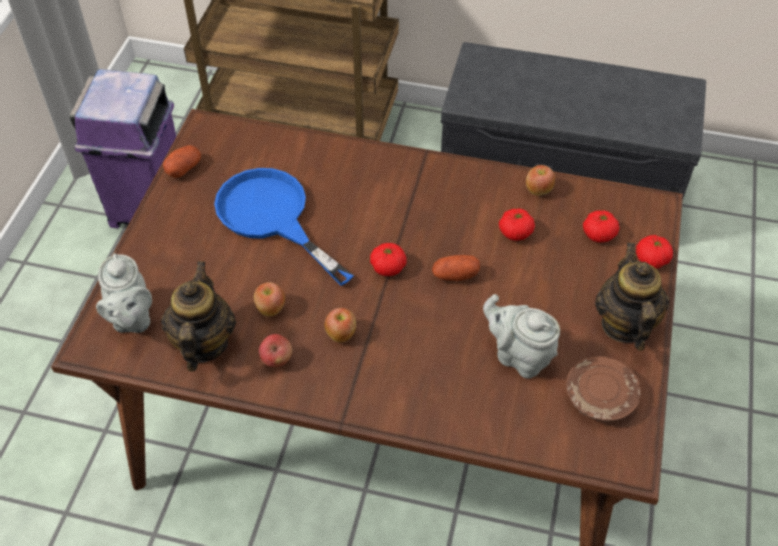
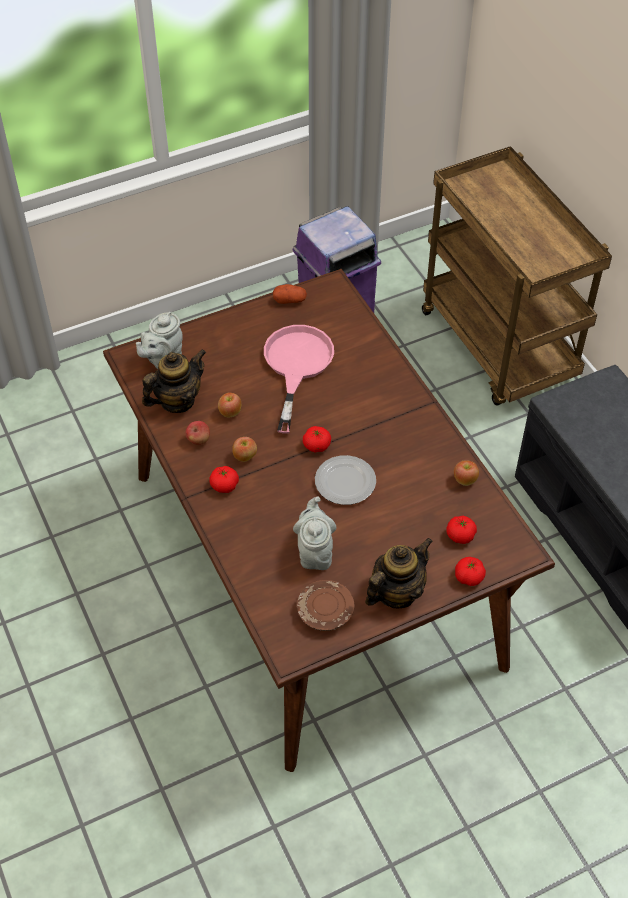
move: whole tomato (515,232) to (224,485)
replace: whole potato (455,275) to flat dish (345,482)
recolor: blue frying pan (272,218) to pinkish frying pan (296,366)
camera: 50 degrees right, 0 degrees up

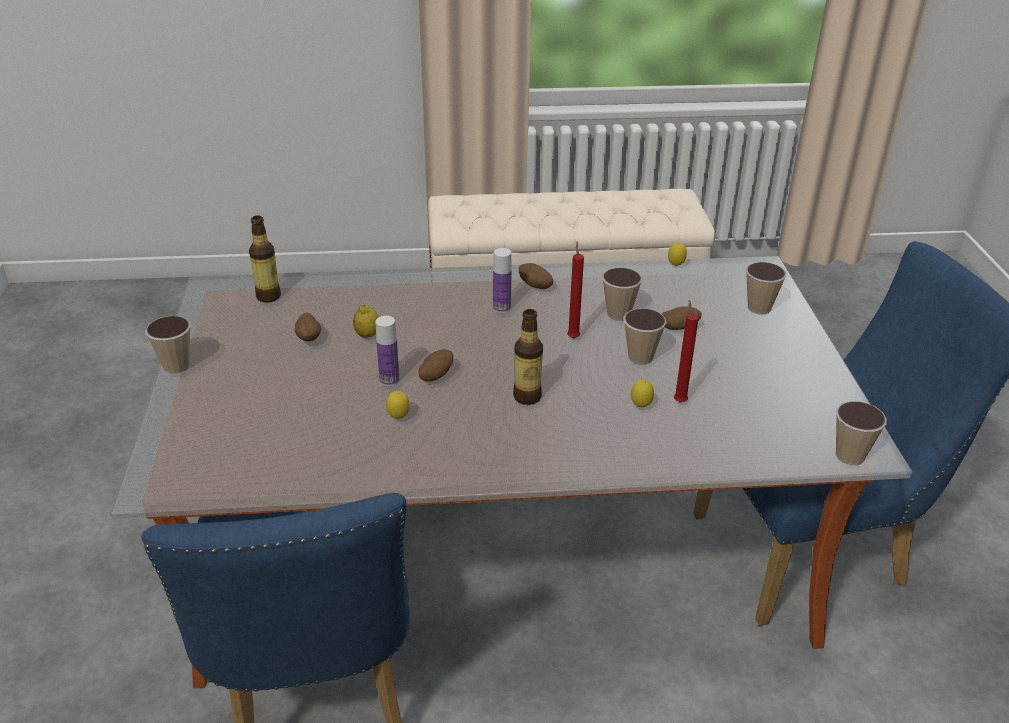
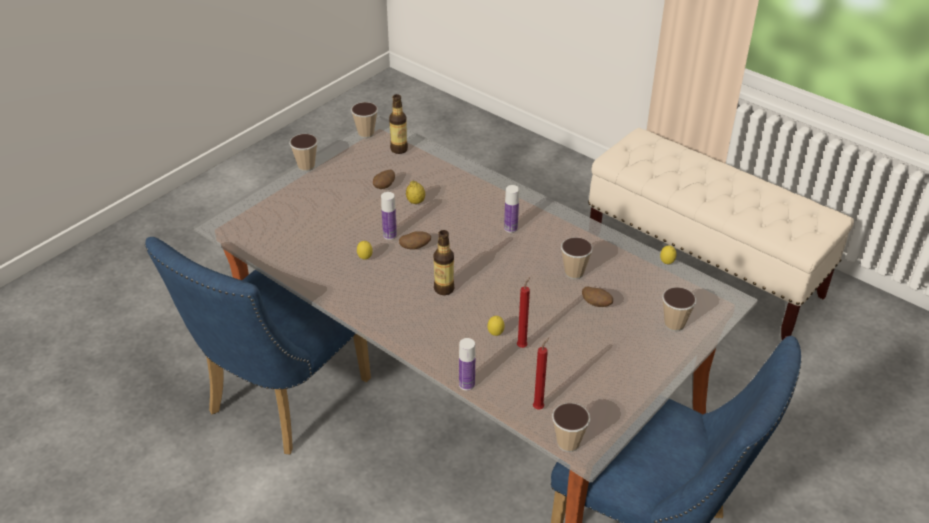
delete: whole potato (535,286)
insert: drink bottle (466,384)
move: cup (640,357) to (366,133); red-coloured wax candle (573,337) to (539,407)
camera: 45 degrees right, 5 degrees up

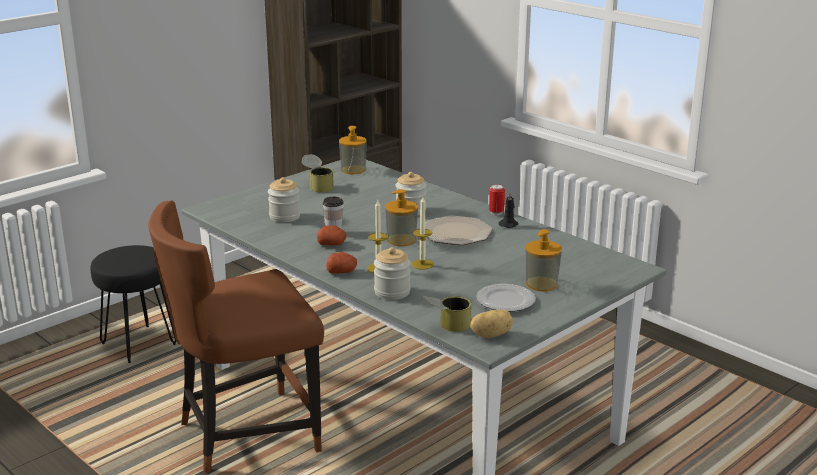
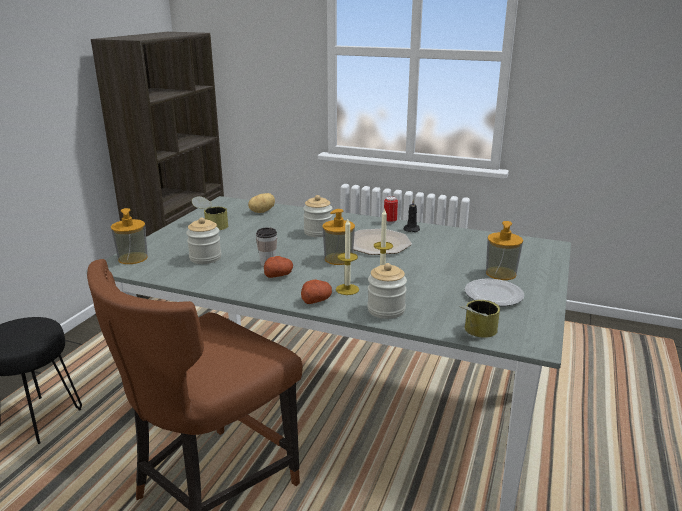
move: soap bottle (353,170) to (133,258); whole potato (491,335) to (261,211)
camera: 25 degrees left, 0 degrees up

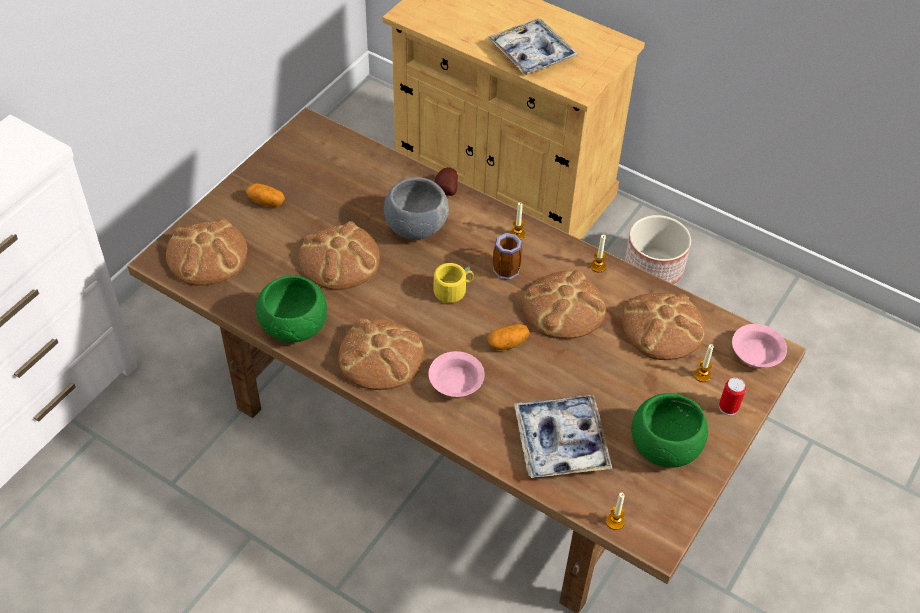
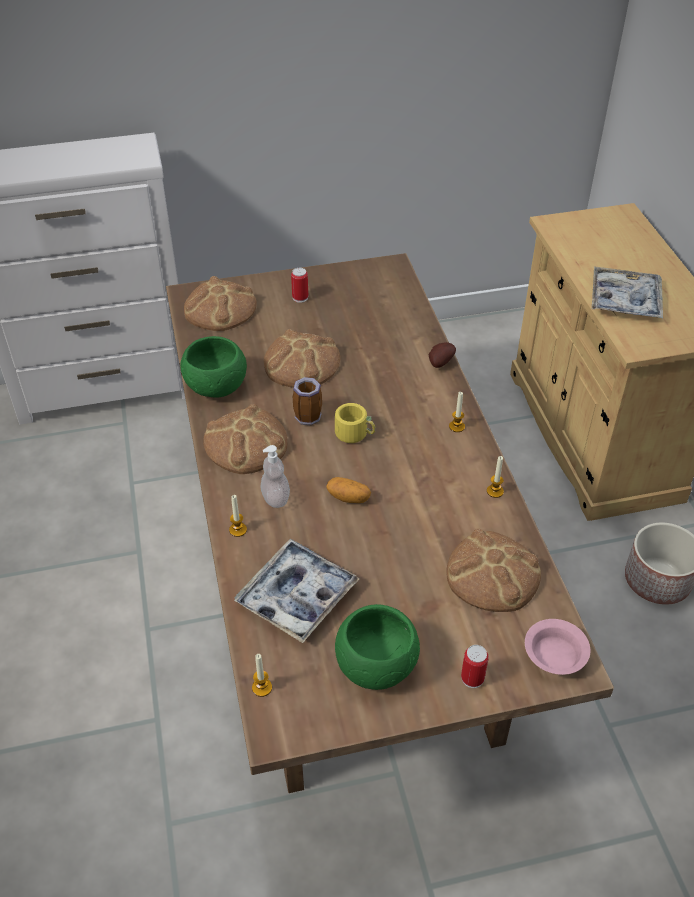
delete: grey serving bowl (416,226); baked bread (563,308)
move: wax candle (702,375) to (238,530); coffee mug (504,268) to (308,414)
replace: pinkish serving bowl (457,382) to soap bottle (275,498); whole potato (266,202) to metal can (300,297)
camera: 45 degrees right, 5 degrees down

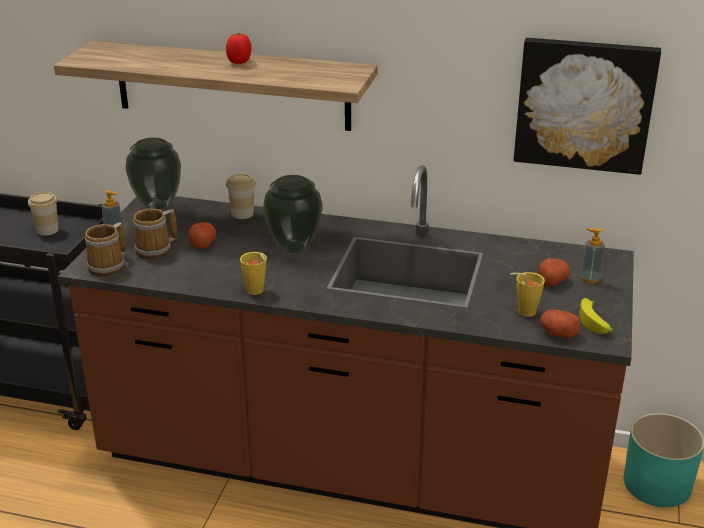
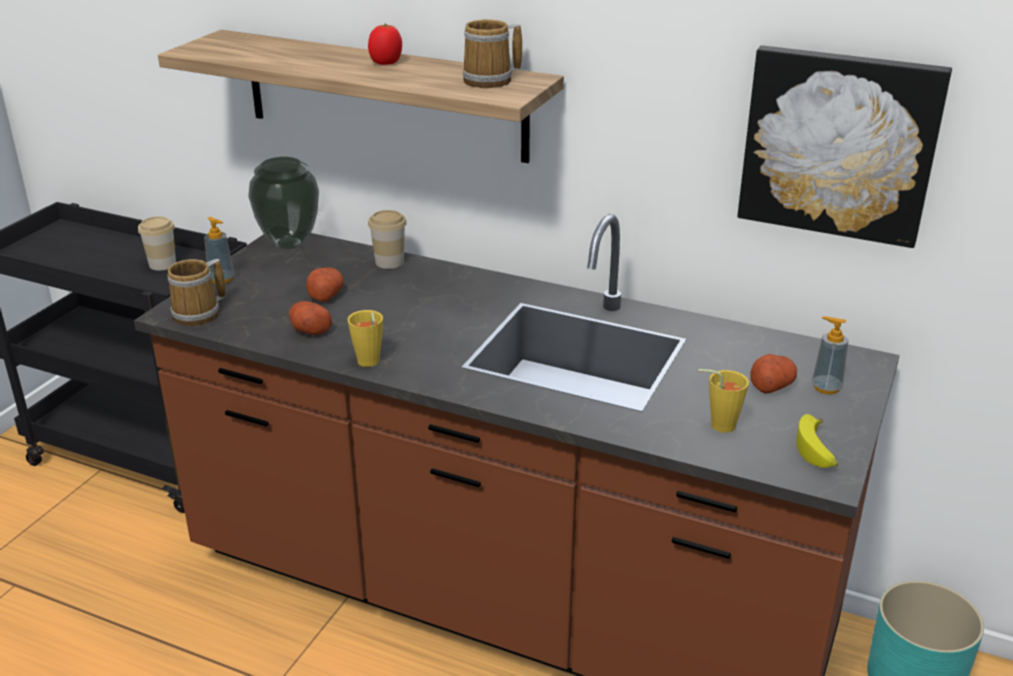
delete: vase (295,248)
move: whole potato (557,333) to (309,329); coffee mug (156,250) to (491,80)
camera: 10 degrees right, 0 degrees up

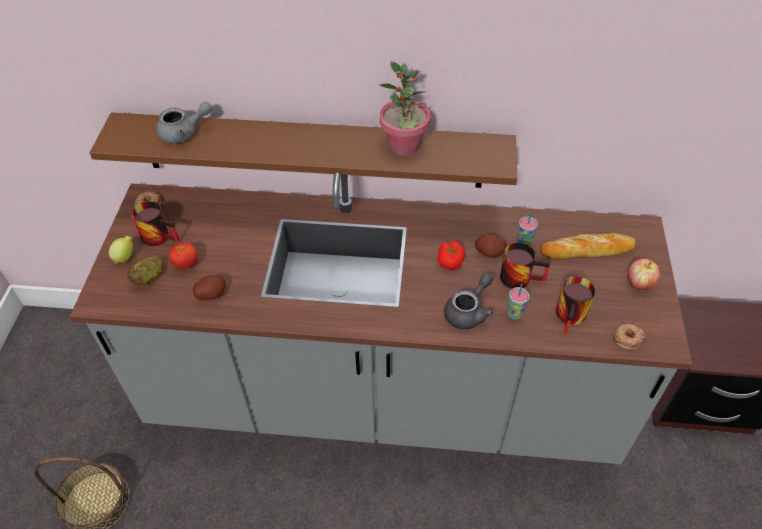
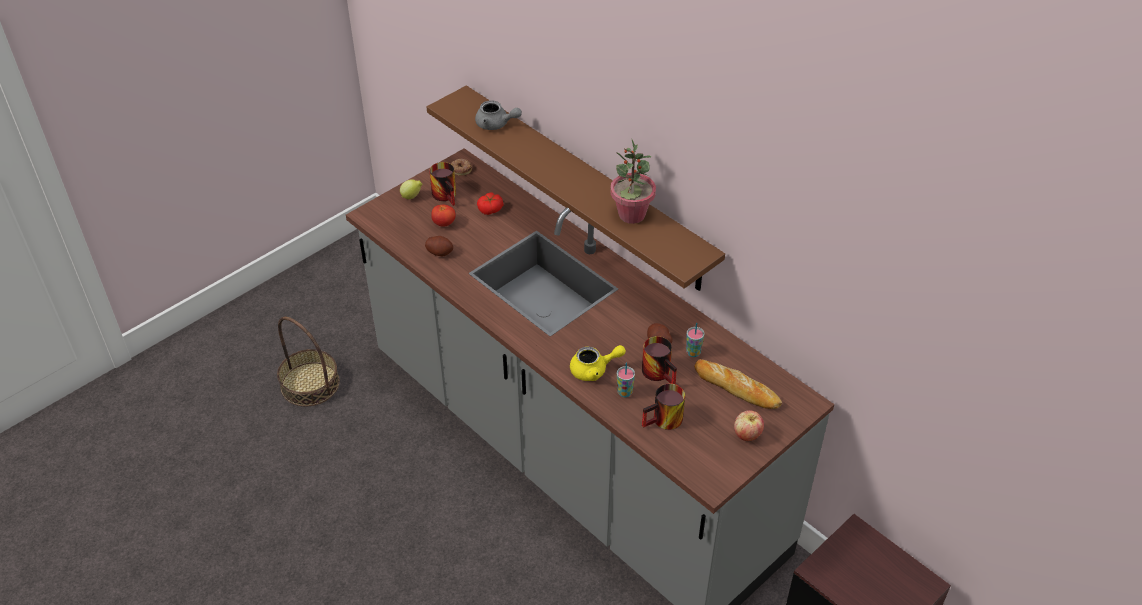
delete: whole potato (149,277); doughnut (628,338)
move: whole tomato (450,260) to (490,209)
recolor: grey tea pot (468,311) to yellow-coloured tea pot (594,370)
camera: 40 degrees right, 5 degrees down

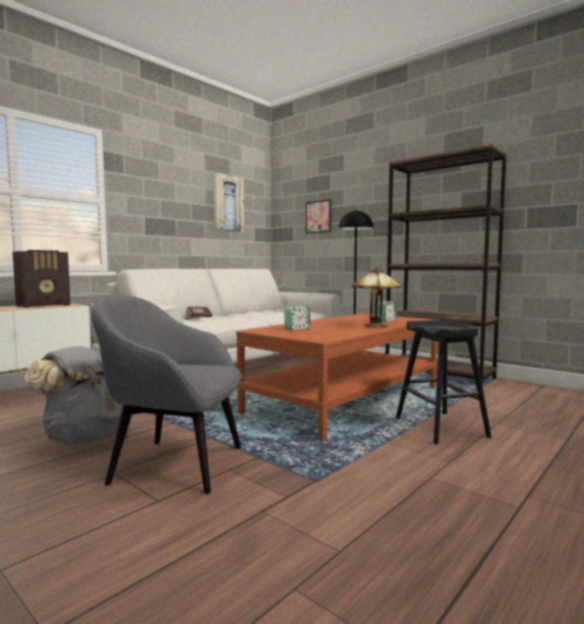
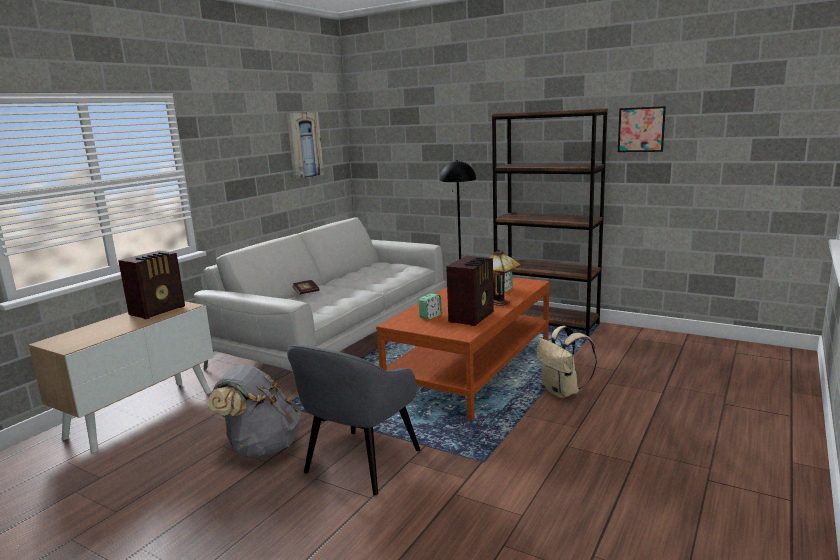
insert: radio (472,317)
move: wall picture (318,216) to (641,129)
replace: blackish stool seat (440,427) to beige rucksack (563,392)
rotate: grey easy chair (175,464) = (361,462) 60 degrees counterclockwise
camera: 10 degrees left, 10 degrees up

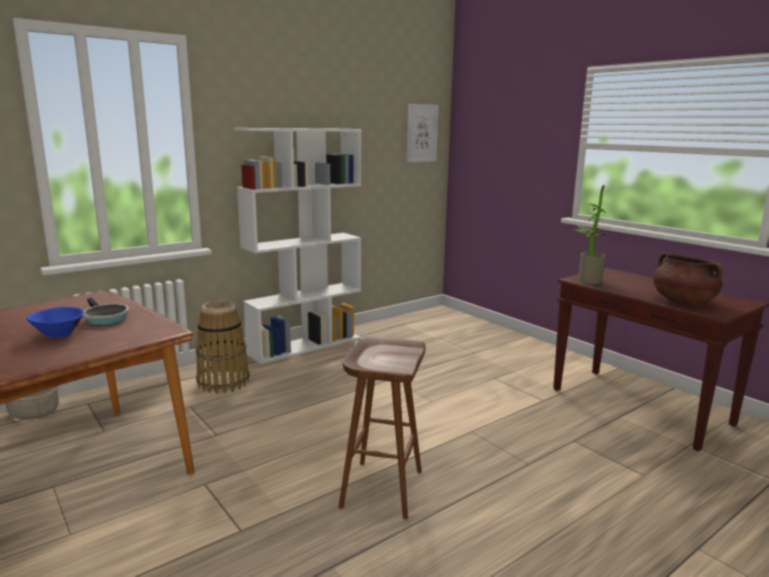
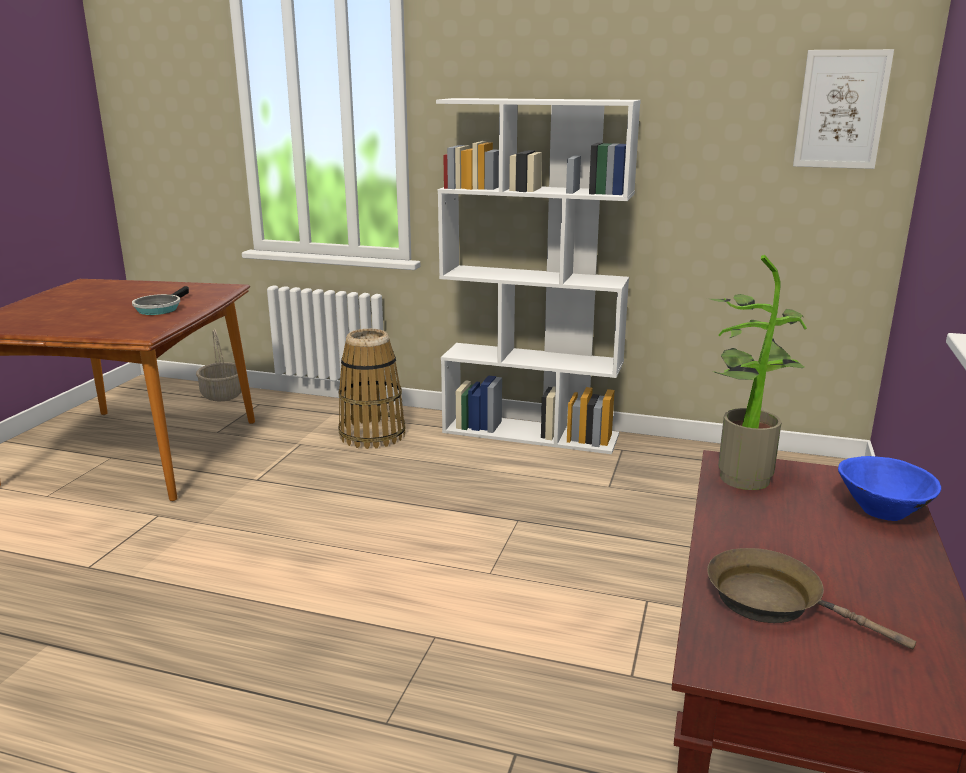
delete: brown stool seat (381,488)
move: blue serving bowl (58,334) to (881,511)
replace: brown saucepot (683,301) to brown frying pan (773,601)
camera: 55 degrees right, 5 degrees up

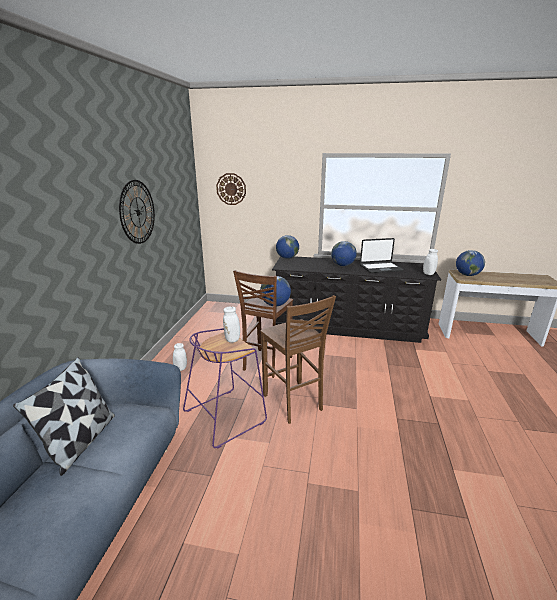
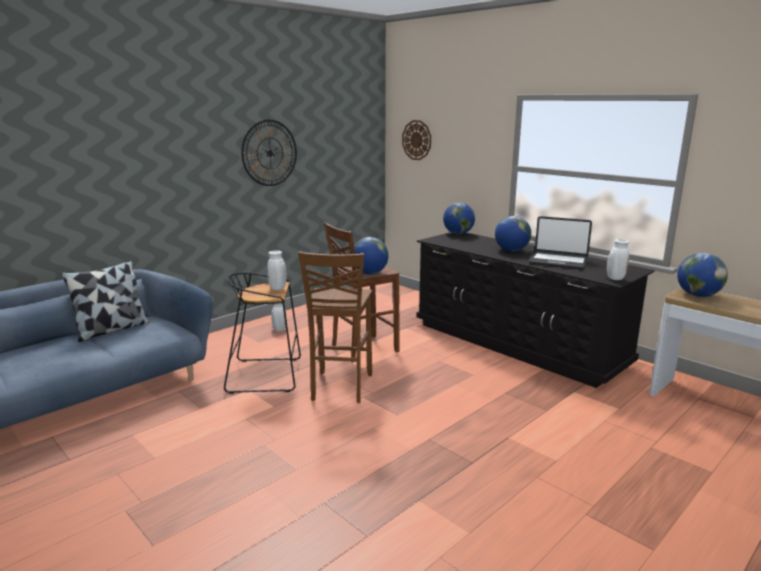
recolor: purplish stool seat (225,415) to blackish stool seat (266,375)
camera: 35 degrees right, 5 degrees down

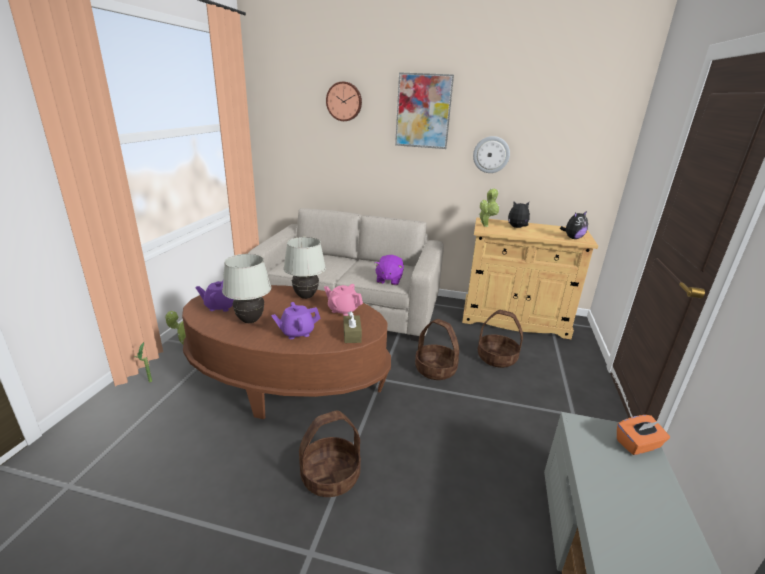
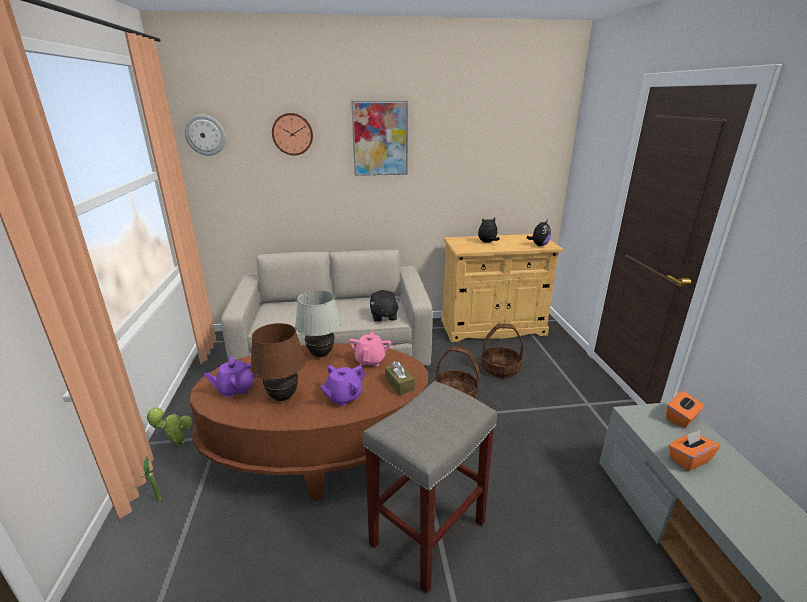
delete: plant in a pot (486,225)
insert: orangey tissue box (688,459)
move: clock on the wall (491,154) to (205,135)
replace: storage basket (330,476) to grey stool seat (427,534)
recolor: white table lamp (250,321) to brown table lamp (282,397); purplish cuddly toy (388,280) to blackish cuddly toy (383,316)
rotate: pinkish tea pot (343,310) = (370,360) 90 degrees clockwise
camera: 20 degrees left, 0 degrees up

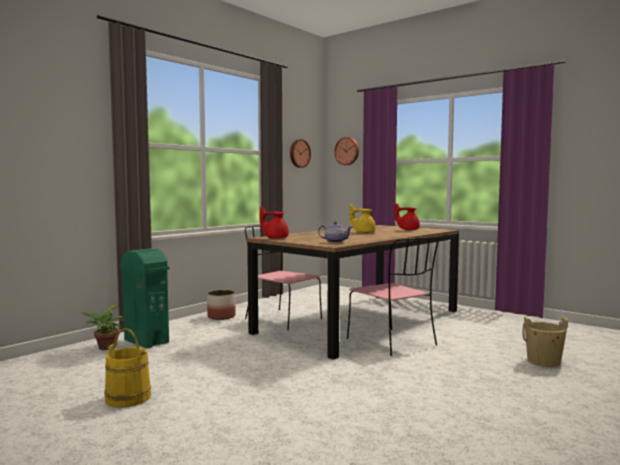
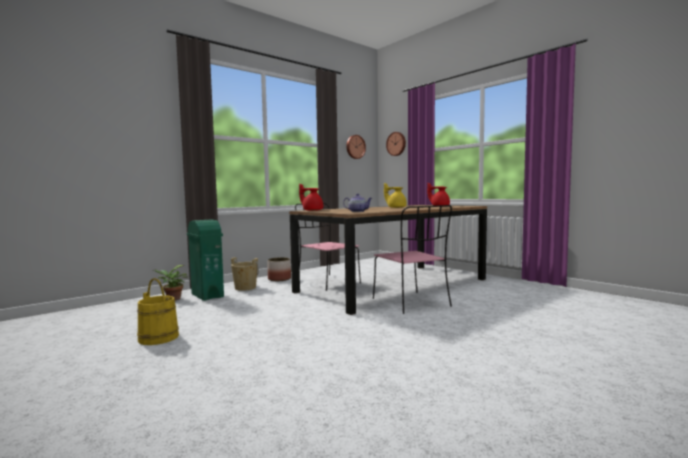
move: beige pail (543,361) to (245,288)
camera: 10 degrees right, 0 degrees up

